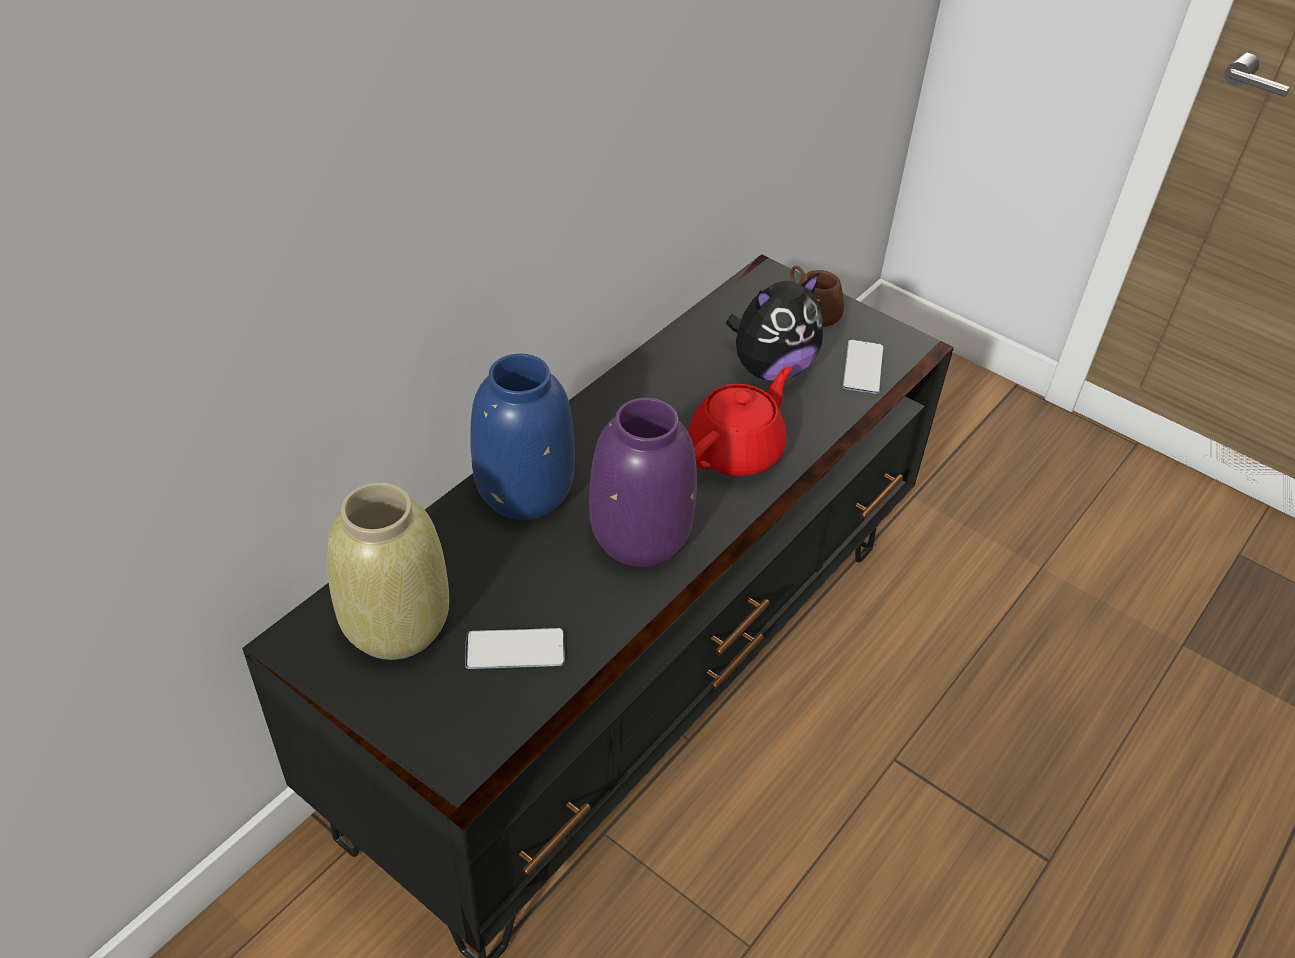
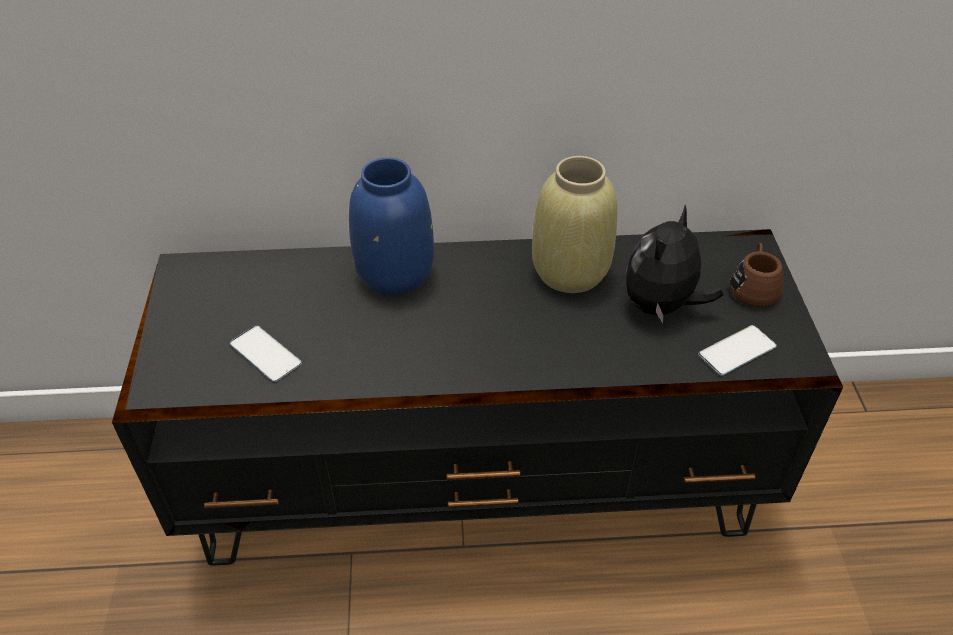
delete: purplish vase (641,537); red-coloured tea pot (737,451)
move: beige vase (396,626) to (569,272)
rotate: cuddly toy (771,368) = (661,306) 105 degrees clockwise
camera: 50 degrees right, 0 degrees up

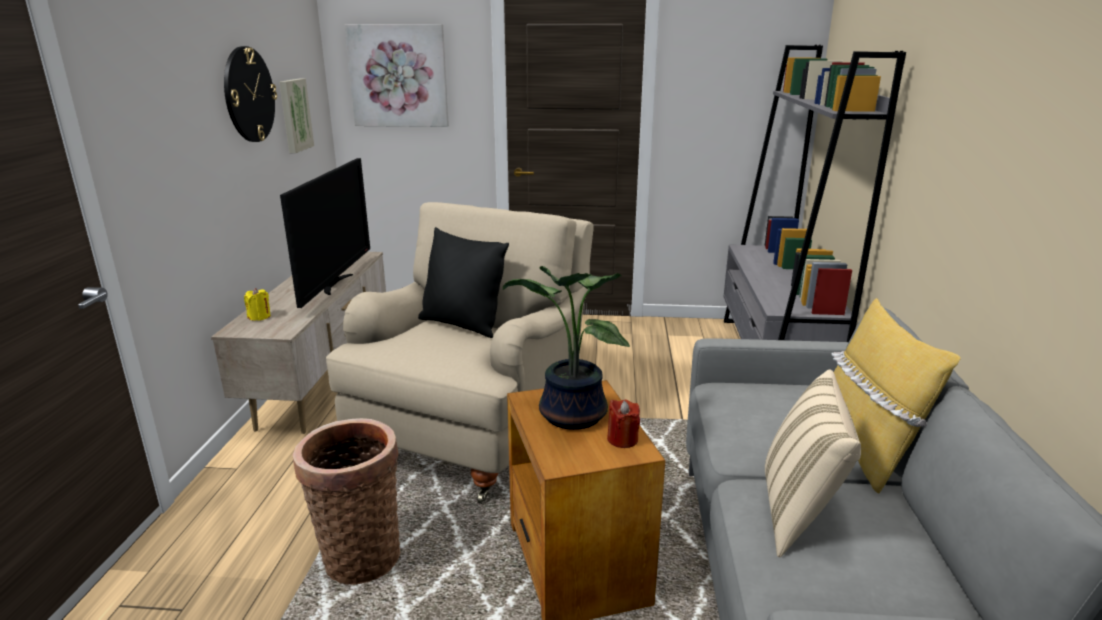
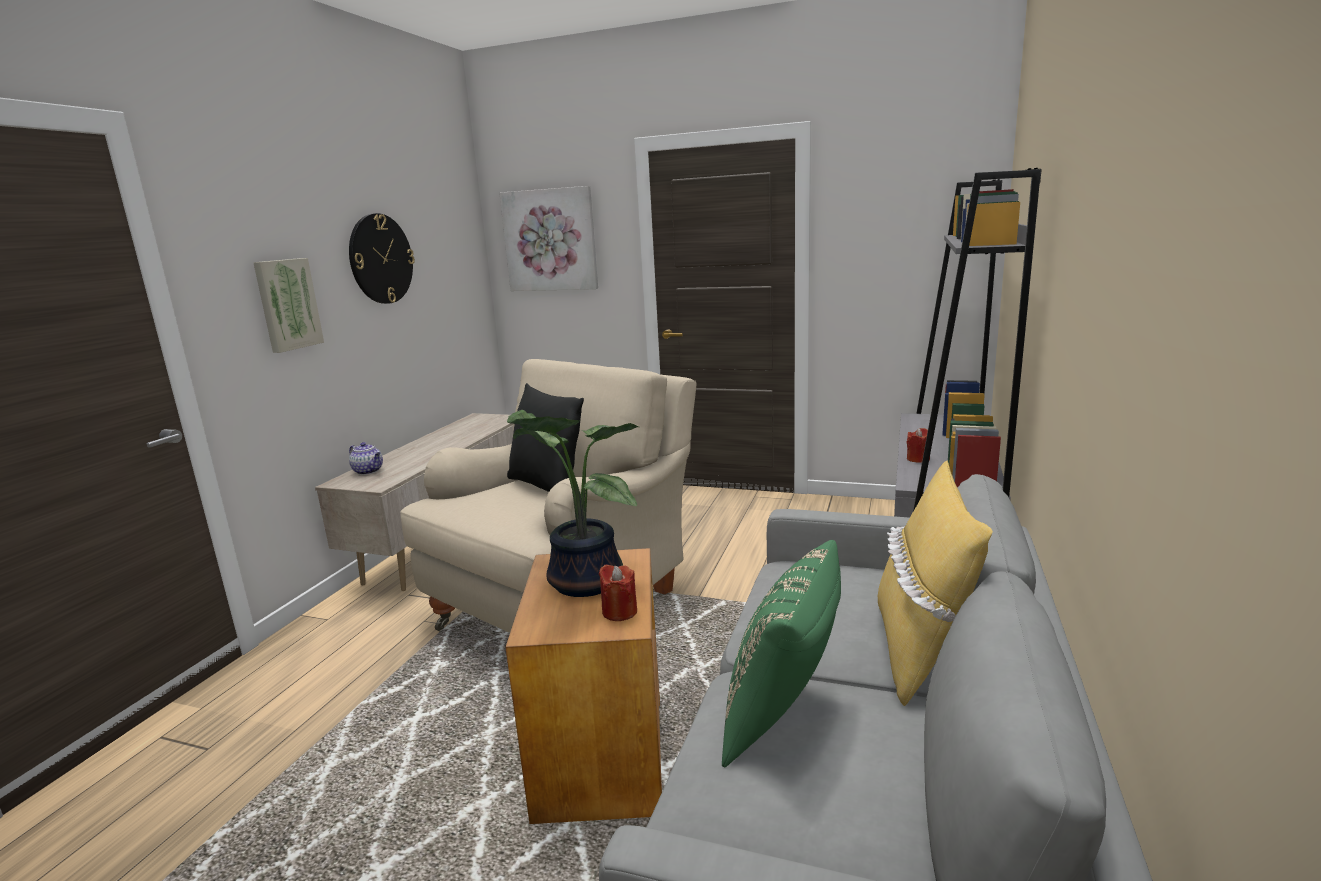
delete: TV set (335,284); storage basket (360,555)
insert: red-coloured wax candle (918,459)
move: wall picture (294,115) to (287,304)
replace: yellow-coloured wax candle (259,317) to tea pot (369,471)
recolor: beige throw pillow (799,513) to greenish throw pillow (785,718)
camera: 15 degrees right, 5 degrees down

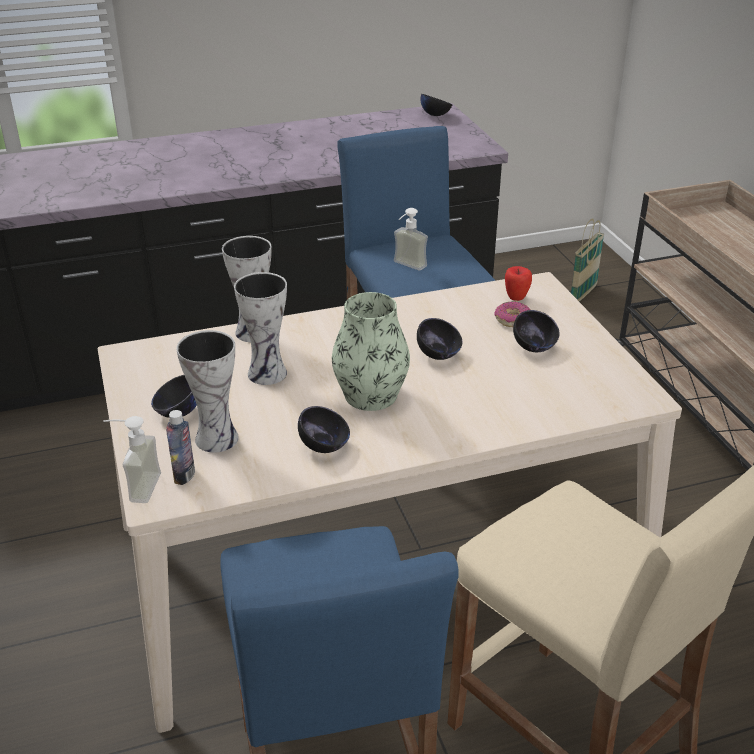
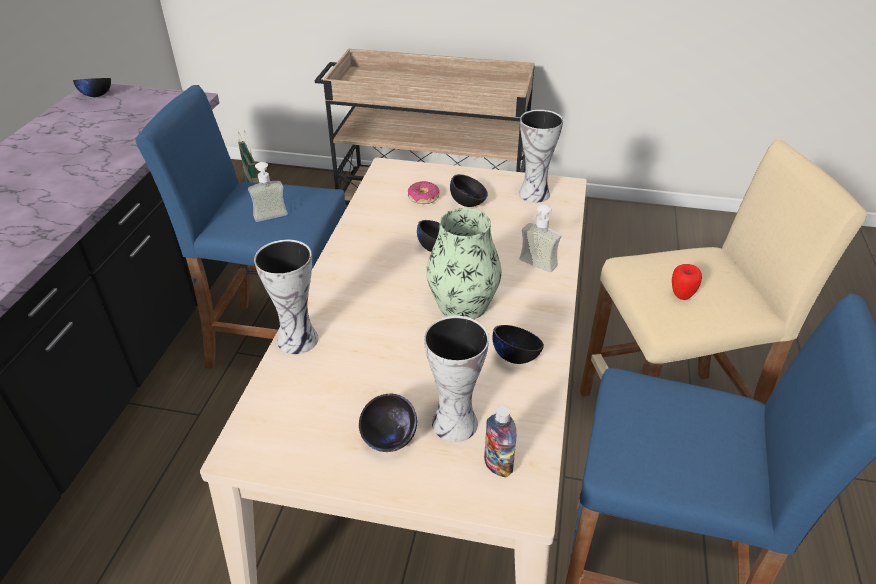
move: vase (269,373) to (534,193); soap bottle (135,487) to (534,267); apple (516,297) to (681,295)
camera: 60 degrees left, 5 degrees up

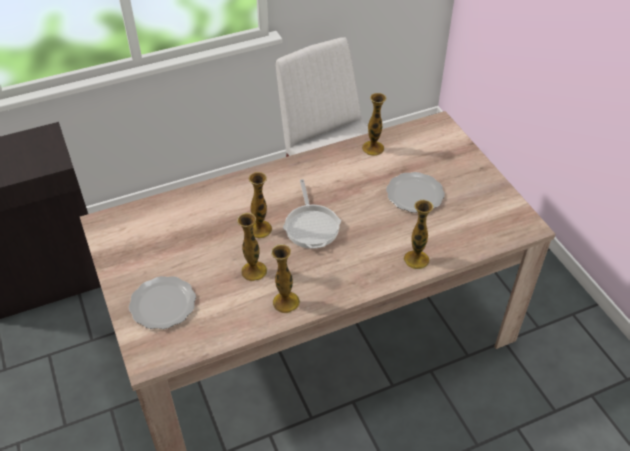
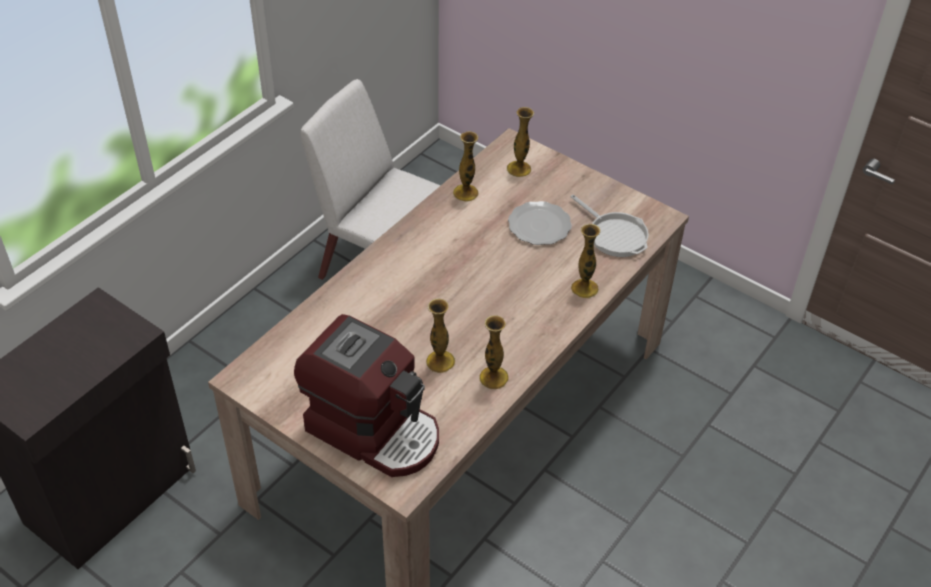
move: vase (259,229) to (519,169); frying pan (311,226) to (615,235)
replace: flat dish (163,303) to coffee brewer (374,429)
camera: 30 degrees left, 0 degrees up

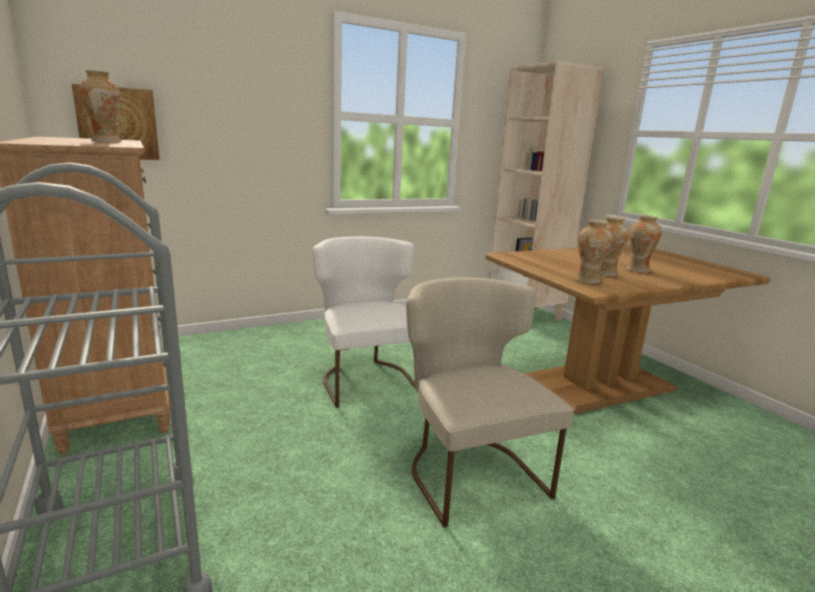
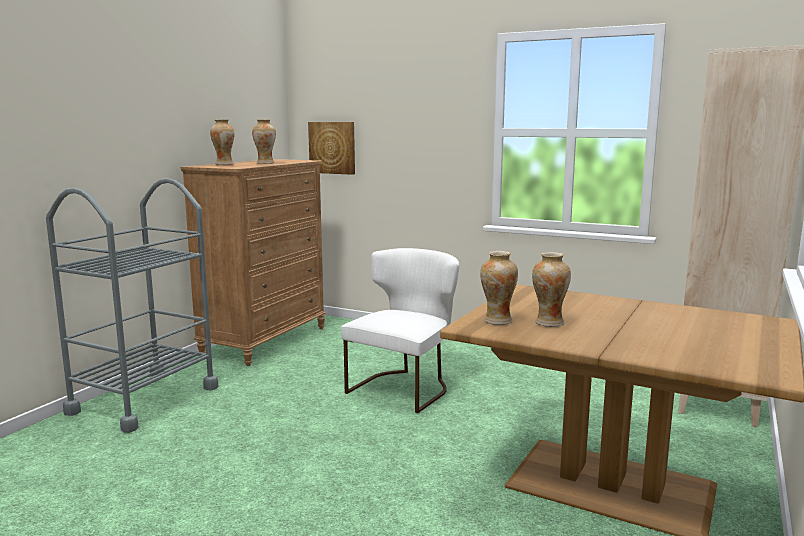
delete: beige upright chair (468,470)
move: vase (638,270) to (224,164)
camera: 55 degrees right, 5 degrees down

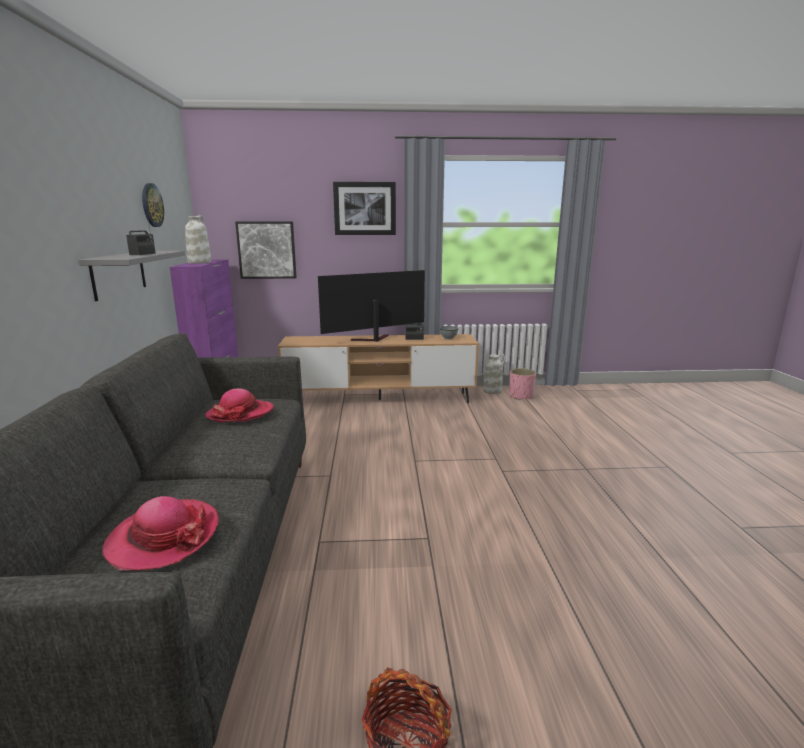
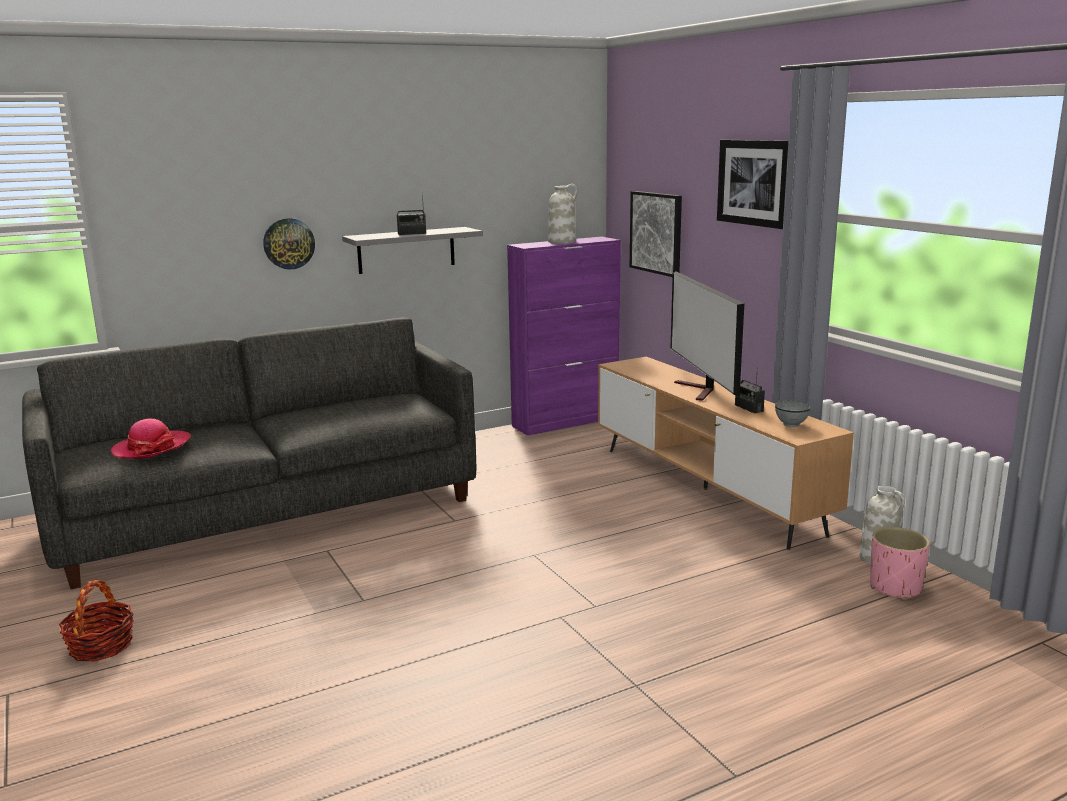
delete: hat (240,413)
move: clock on the wall (152,205) to (289,243)
rotate: TV set (372,339) = (700,391) 135 degrees counterclockwise
camera: 65 degrees right, 0 degrees up

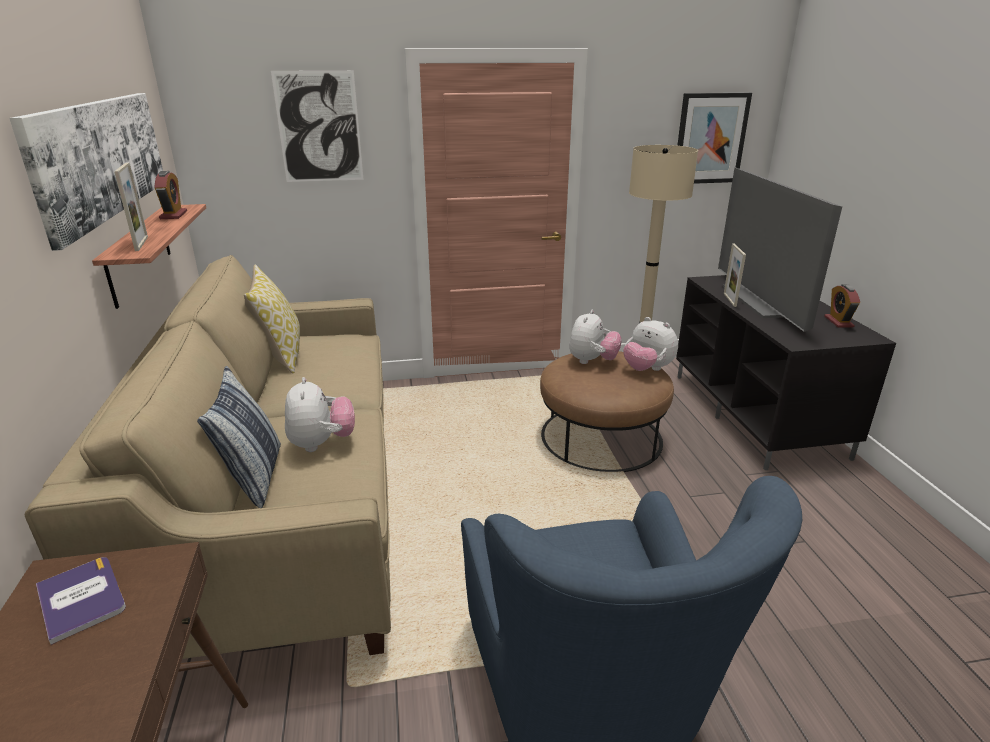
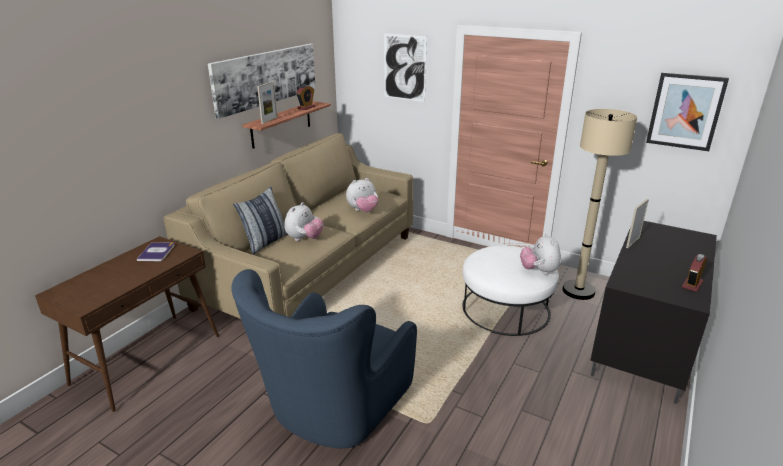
delete: throw pillow (280,355); TV set (762,301)
move: cuddly toy (592,361) to (363,211)
recolor: brown pouffe (601,437) to white pouffe (506,309)
camera: 40 degrees right, 0 degrees up

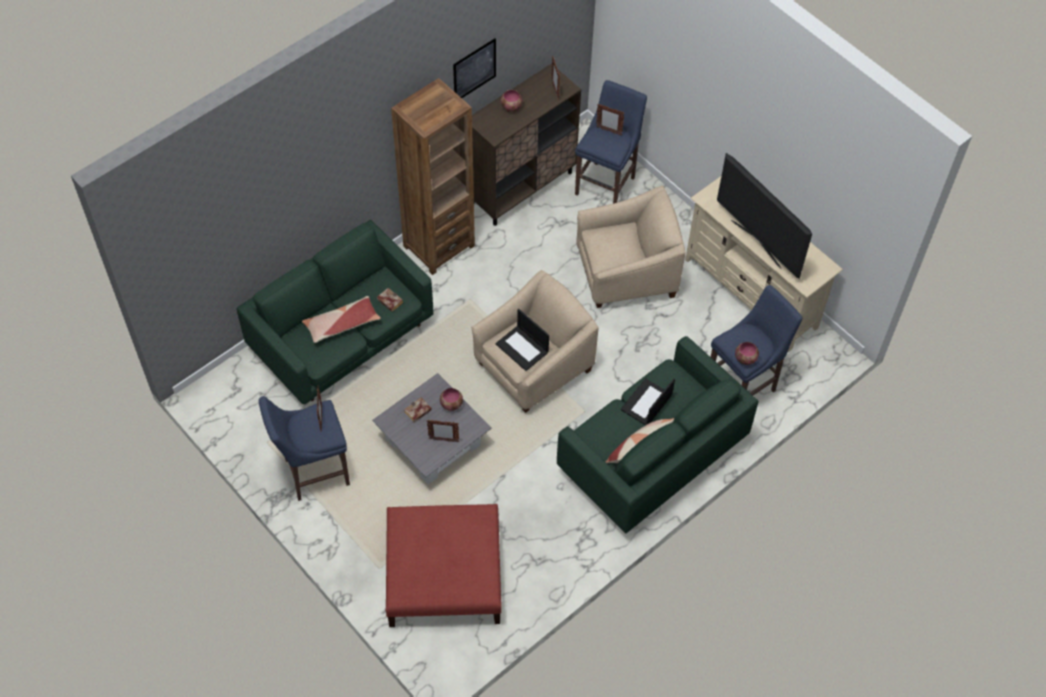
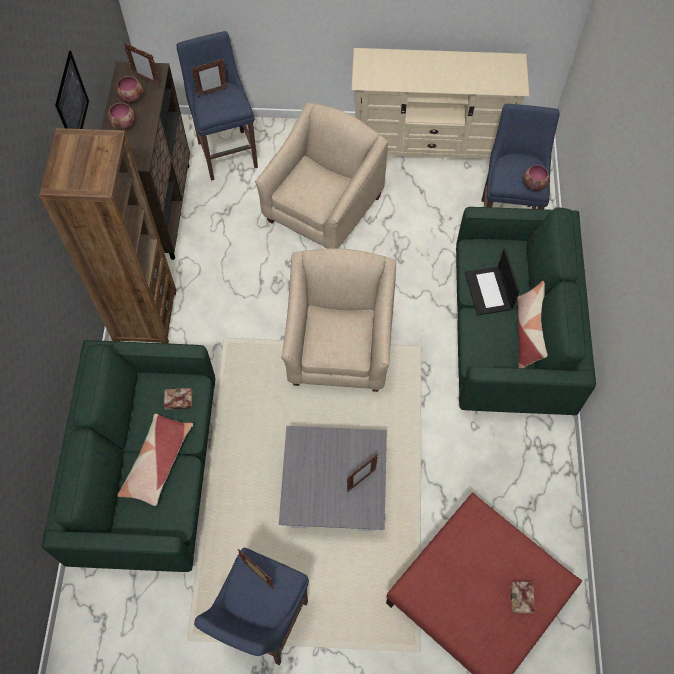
delete: notebook computer (522,348); TV set (756,243)
move: serving bowl (452,404) to (132,97); volume (417,412) to (523,599)
camera: 45 degrees left, 5 degrees up

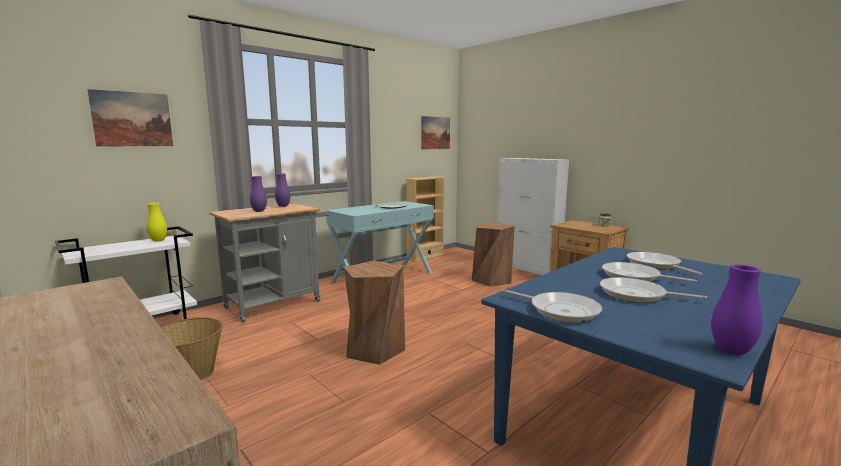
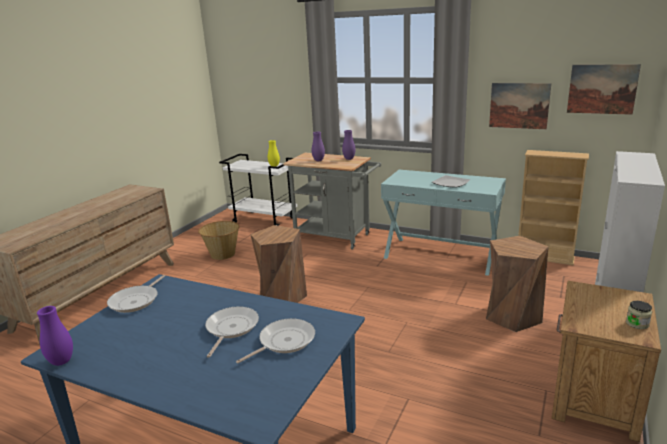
delete: frying pan (636,295)
move: wall picture (132,119) to (519,105)
camera: 70 degrees right, 10 degrees up

